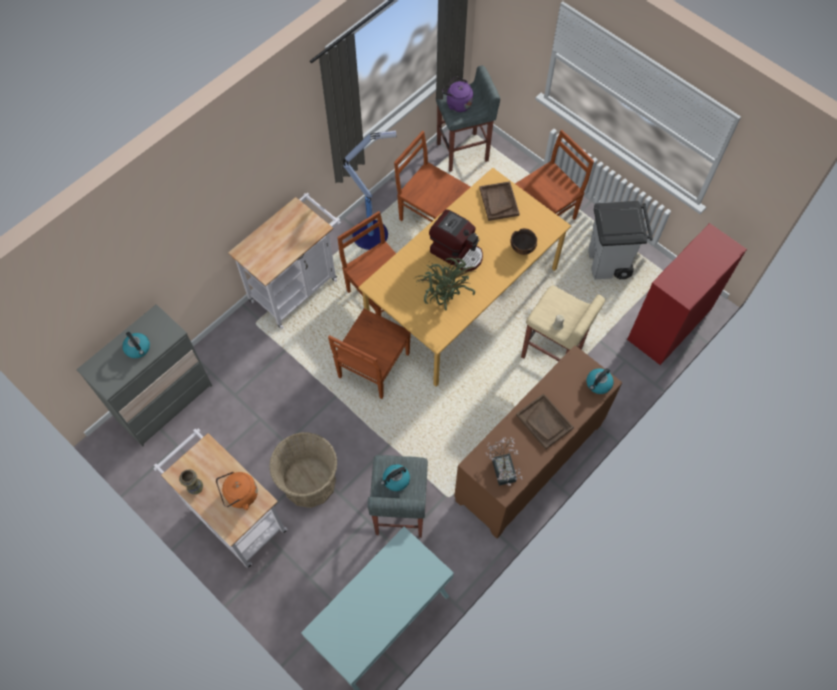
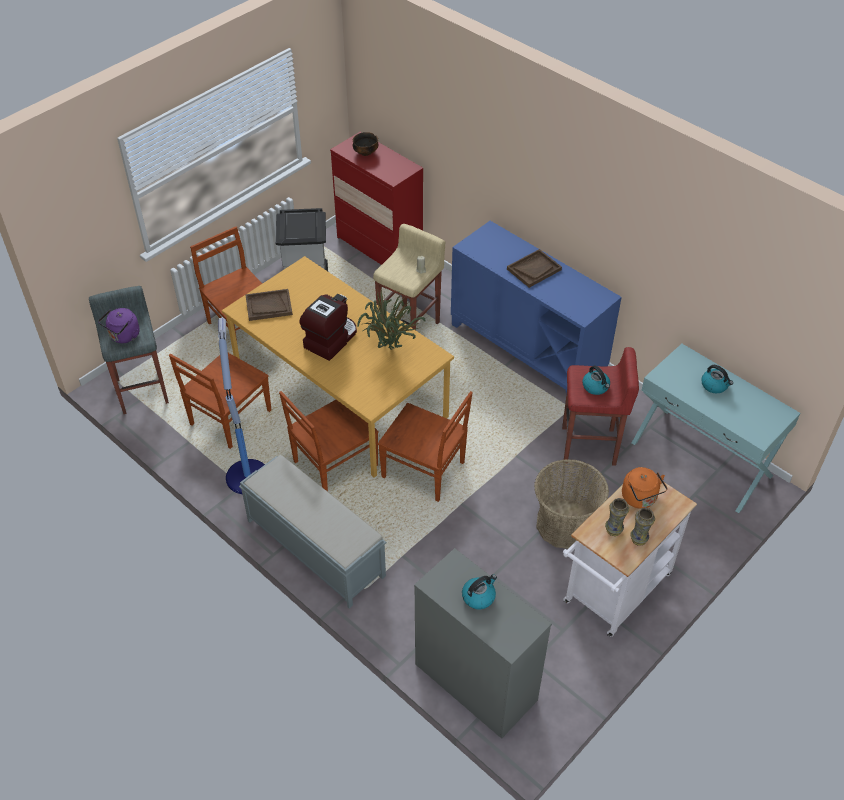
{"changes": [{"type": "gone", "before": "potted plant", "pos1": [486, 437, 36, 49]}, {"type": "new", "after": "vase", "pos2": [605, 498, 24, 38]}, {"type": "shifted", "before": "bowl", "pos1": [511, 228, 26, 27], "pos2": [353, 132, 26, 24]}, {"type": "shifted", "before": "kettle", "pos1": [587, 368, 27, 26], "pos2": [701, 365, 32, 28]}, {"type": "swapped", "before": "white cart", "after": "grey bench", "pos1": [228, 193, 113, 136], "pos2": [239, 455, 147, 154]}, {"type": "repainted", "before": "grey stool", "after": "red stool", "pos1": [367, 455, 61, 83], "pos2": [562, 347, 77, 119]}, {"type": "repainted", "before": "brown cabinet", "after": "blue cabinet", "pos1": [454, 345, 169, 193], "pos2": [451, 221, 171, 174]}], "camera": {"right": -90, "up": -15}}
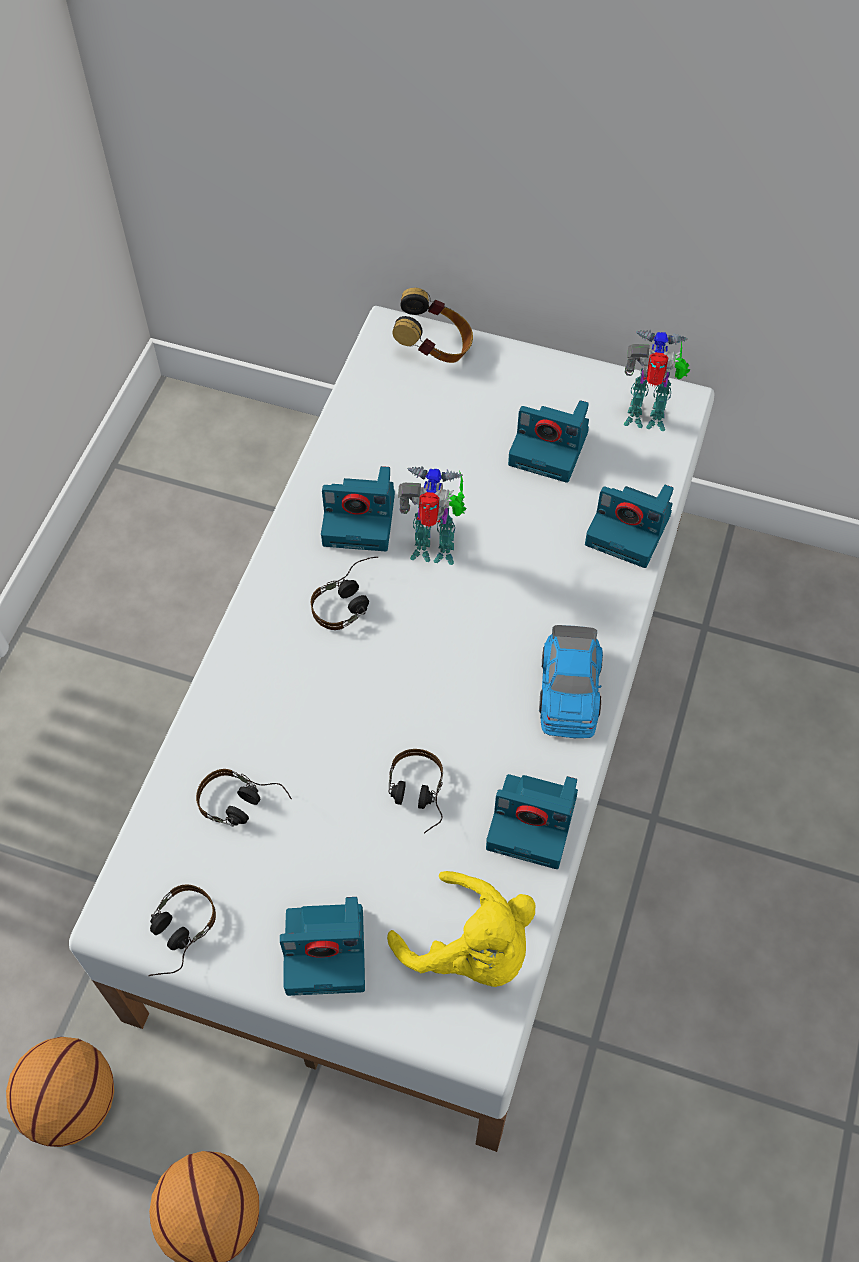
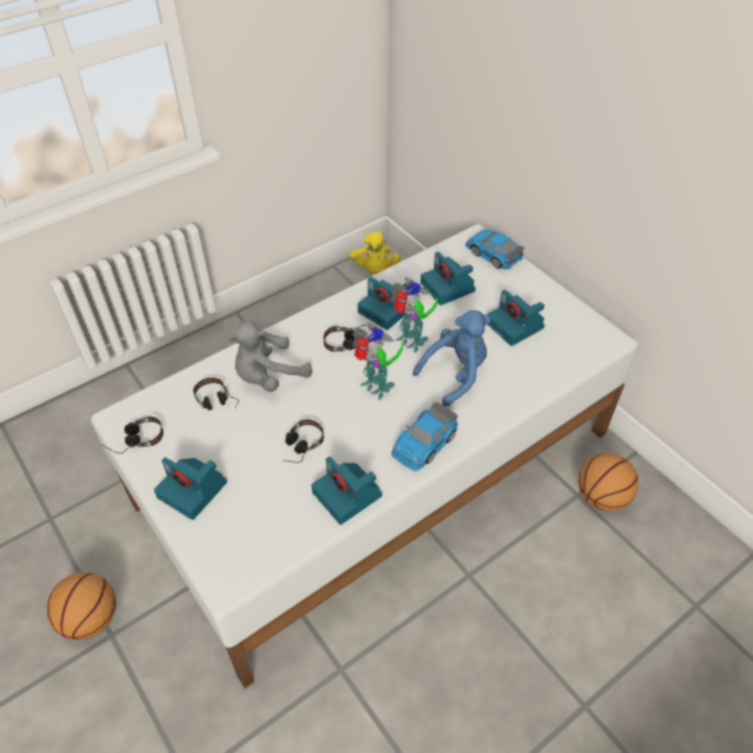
{"changes": [{"type": "new", "after": "grey plush toy", "pos2": [229, 320, 83, 72]}, {"type": "new", "after": "blue plush toy", "pos2": [413, 310, 78, 97]}, {"type": "shifted", "before": "basketball", "pos1": [6, 1037, 108, 110], "pos2": [578, 453, 61, 58]}, {"type": "shifted", "before": "yellow plush toy", "pos1": [387, 871, 149, 116], "pos2": [348, 231, 53, 43]}, {"type": "shifted", "before": "photo camera", "pos1": [585, 485, 89, 83], "pos2": [420, 252, 56, 53]}, {"type": "shifted", "before": "toy robot", "pos1": [624, 330, 66, 101], "pos2": [352, 322, 51, 78]}, {"type": "swapped", "before": "headphones", "after": "toy car", "pos1": [393, 288, 80, 75], "pos2": [465, 229, 59, 40]}], "camera": {"right": 35, "up": -10}}
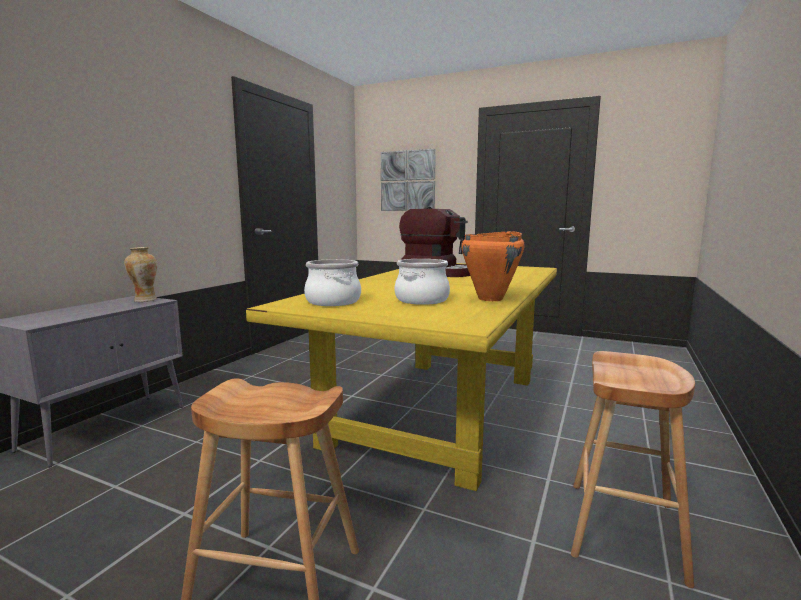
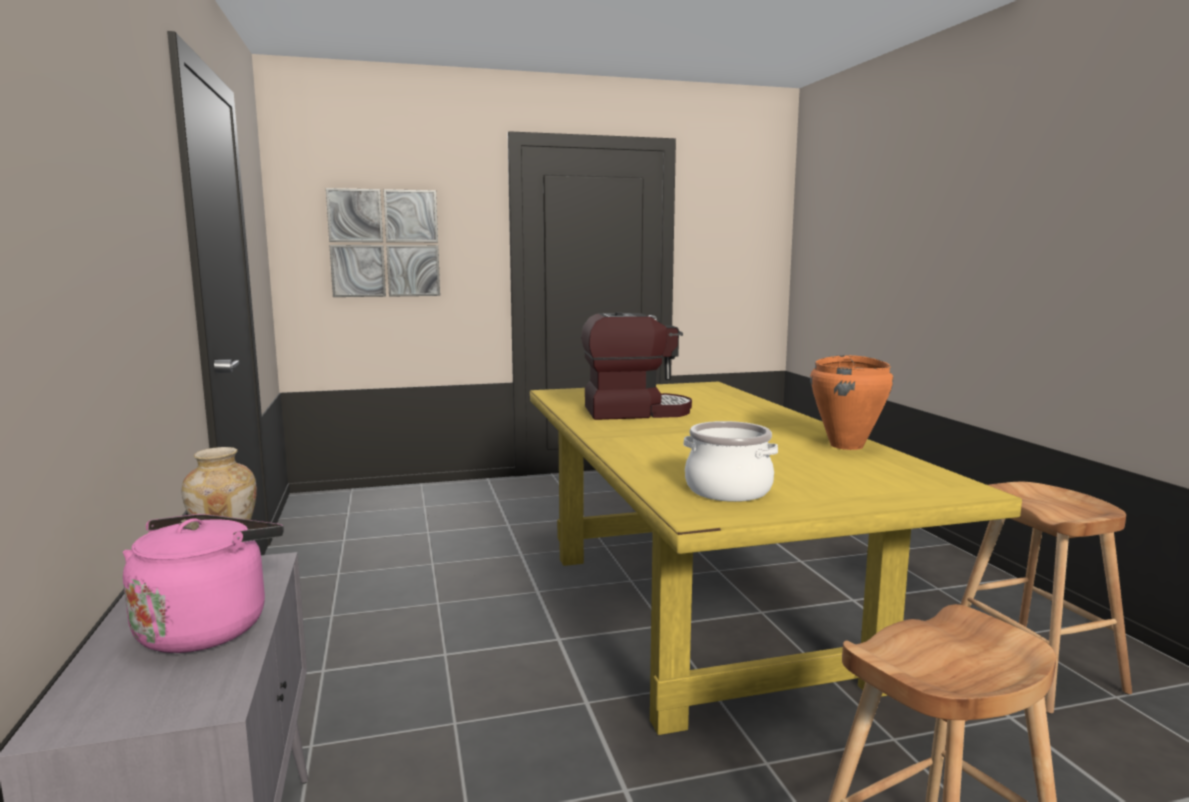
{"changes": [{"type": "gone", "before": "cooking pot", "pos1": [394, 259, 56, 46]}, {"type": "new", "after": "pink kettle", "pos2": [123, 514, 161, 139]}], "camera": {"right": -40, "up": 0}}
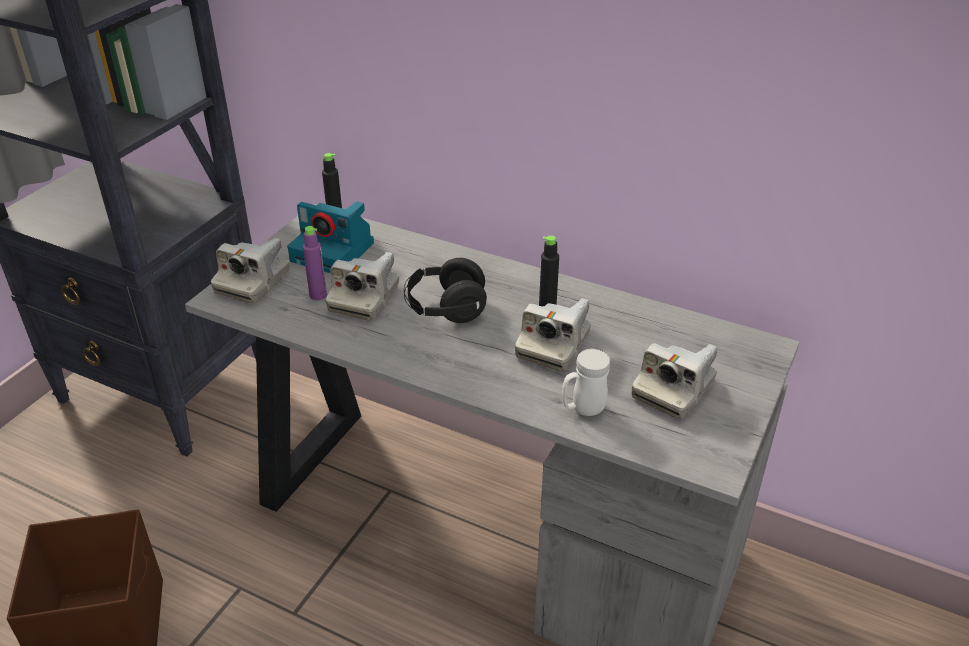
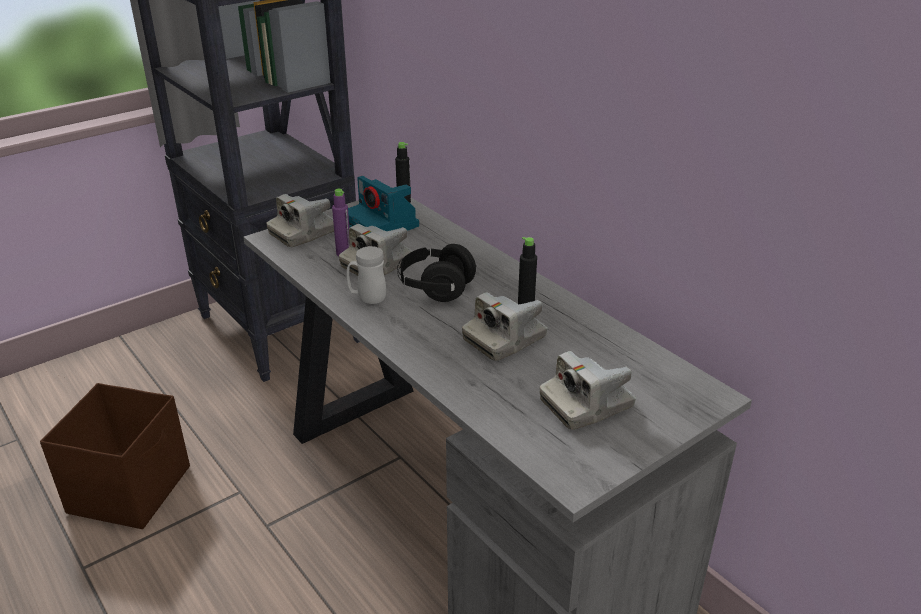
{"changes": [{"type": "shifted", "before": "white mug", "pos1": [562, 349, 48, 67], "pos2": [347, 246, 39, 58]}], "camera": {"right": 25, "up": -5}}
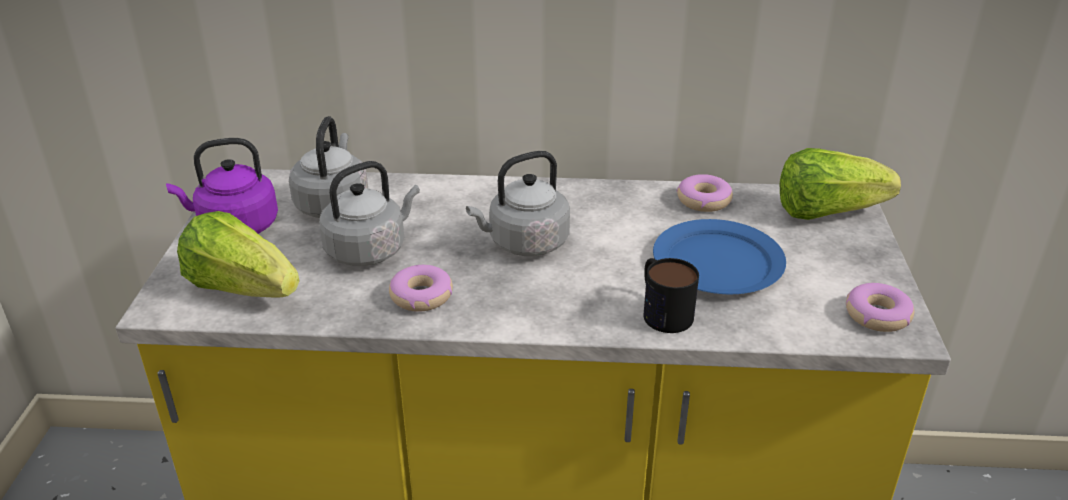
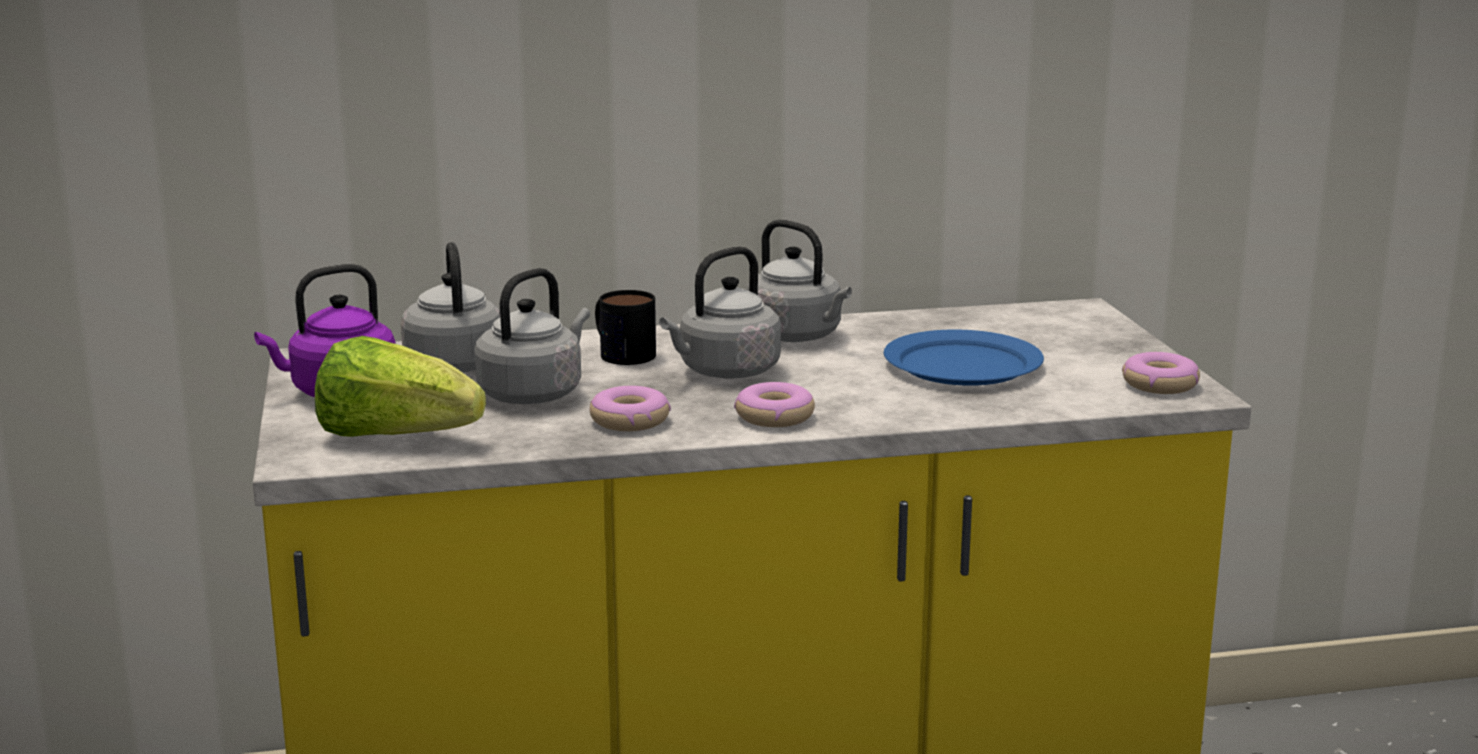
{"changes": [{"type": "gone", "before": "lettuce", "pos1": [780, 148, 121, 72]}, {"type": "new", "after": "grey kettle", "pos2": [746, 220, 106, 122]}, {"type": "shifted", "before": "mug", "pos1": [644, 258, 55, 75], "pos2": [595, 290, 61, 75]}, {"type": "shifted", "before": "donut", "pos1": [677, 174, 56, 38], "pos2": [734, 382, 81, 45]}], "camera": {"right": -15, "up": -15}}
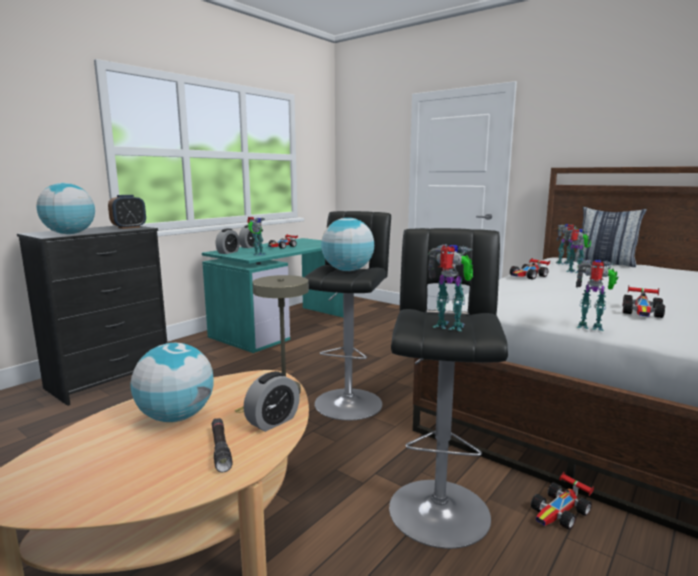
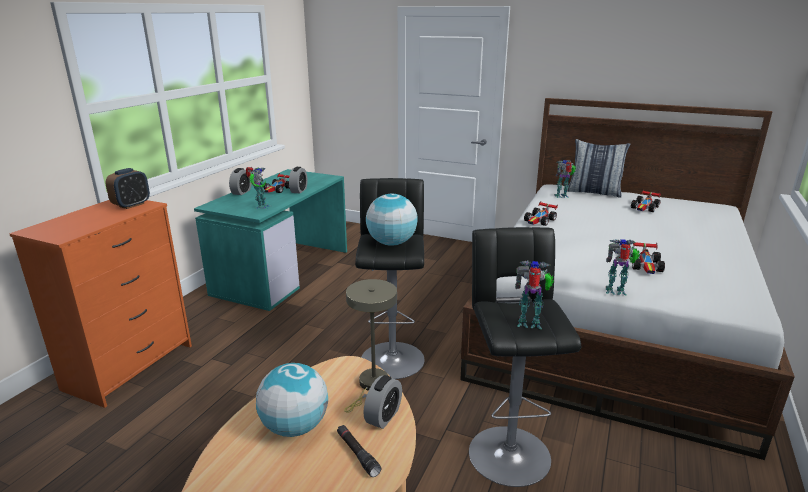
{"changes": [{"type": "gone", "before": "globe", "pos1": [36, 183, 59, 51]}, {"type": "gone", "before": "toy robot", "pos1": [565, 229, 26, 44]}, {"type": "shifted", "before": "alarm clock", "pos1": [216, 229, 24, 25], "pos2": [289, 167, 18, 26]}, {"type": "shifted", "before": "toy car", "pos1": [531, 472, 63, 58], "pos2": [631, 190, 30, 22]}, {"type": "repainted", "before": "black dresser", "after": "orange dresser", "pos1": [17, 226, 150, 180], "pos2": [10, 200, 182, 208]}], "camera": {"right": -15, "up": 10}}
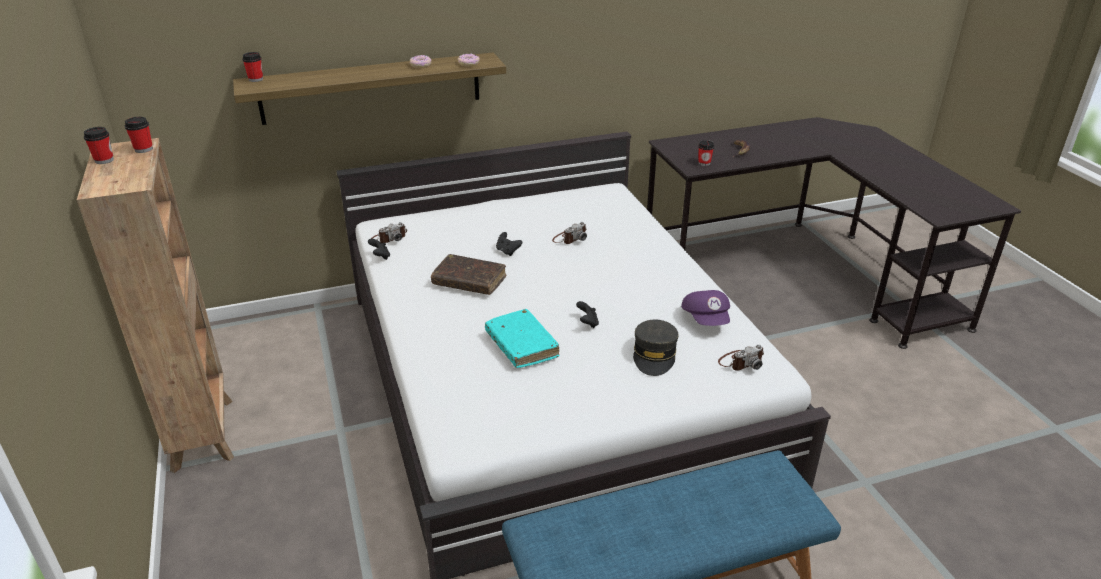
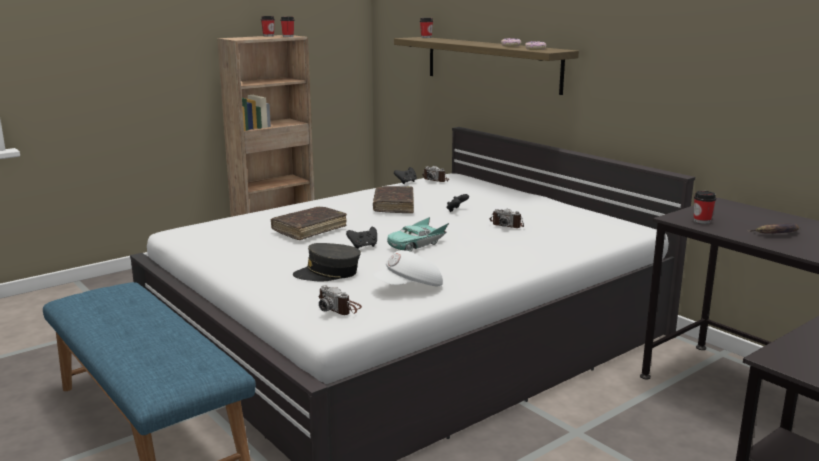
{"changes": [{"type": "new", "after": "turquoise toy car", "pos2": [387, 217, 62, 35]}, {"type": "repainted", "before": "turquoise book", "after": "brown book", "pos1": [485, 309, 74, 59], "pos2": [271, 207, 76, 33]}, {"type": "repainted", "before": "purple cap", "after": "white cap", "pos1": [681, 290, 49, 36], "pos2": [373, 250, 70, 36]}], "camera": {"right": 70, "up": -15}}
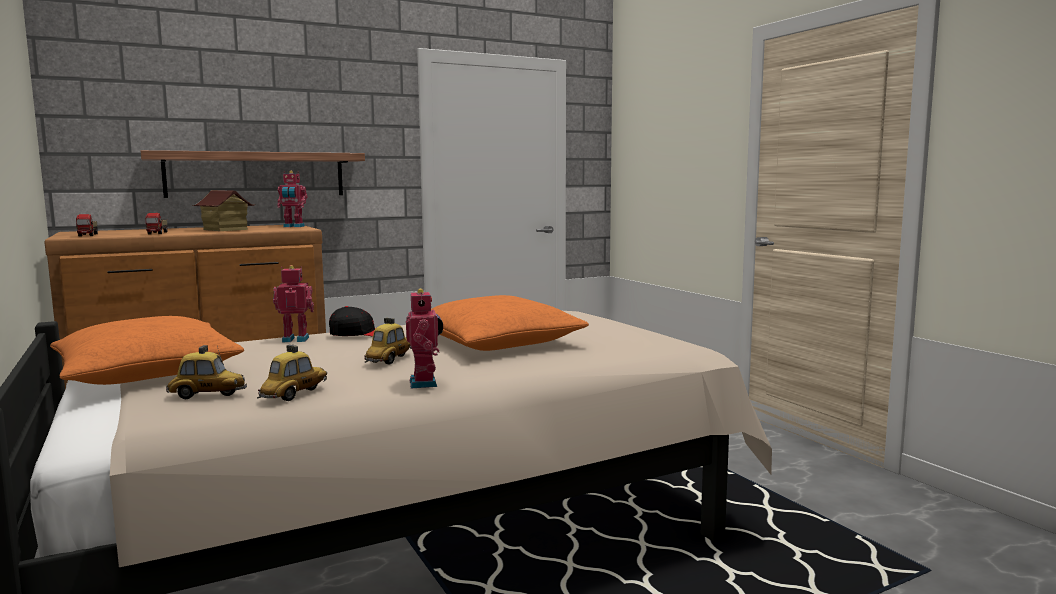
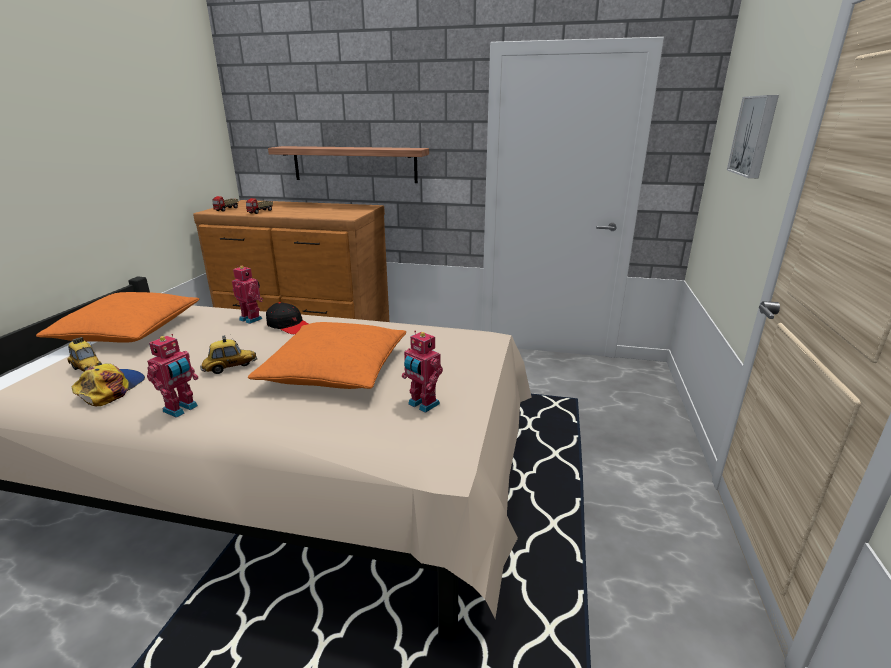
{"changes": [{"type": "gone", "before": "toy house", "pos1": [193, 190, 63, 41]}, {"type": "new", "after": "picture", "pos2": [727, 95, 52, 83]}, {"type": "shifted", "before": "toy robot", "pos1": [277, 171, 30, 56], "pos2": [402, 331, 41, 82]}, {"type": "swapped", "before": "toy car", "after": "cap", "pos1": [257, 345, 70, 56], "pos2": [72, 363, 73, 43]}], "camera": {"right": 40, "up": 15}}
